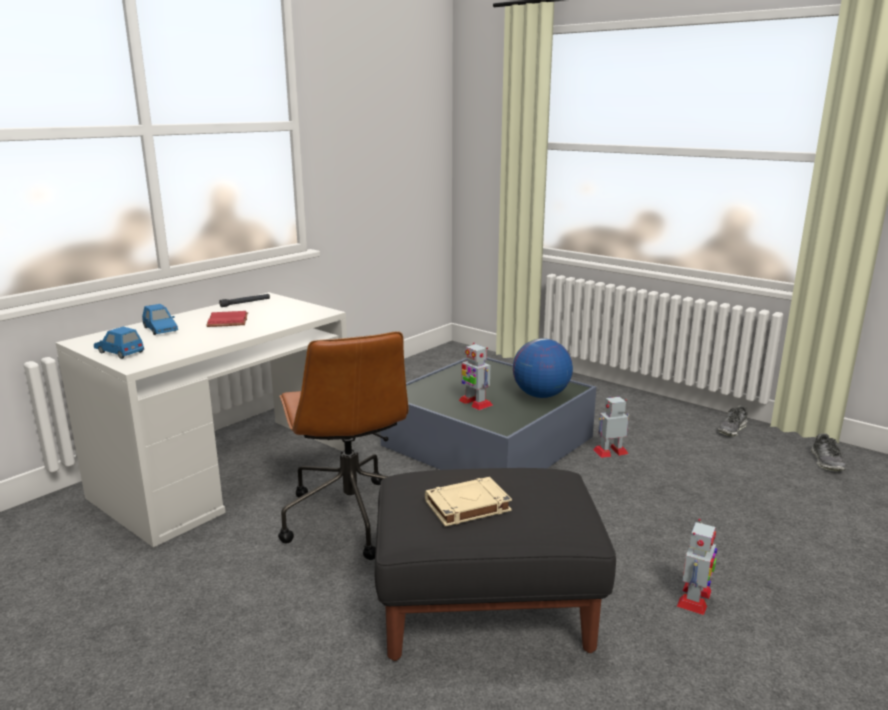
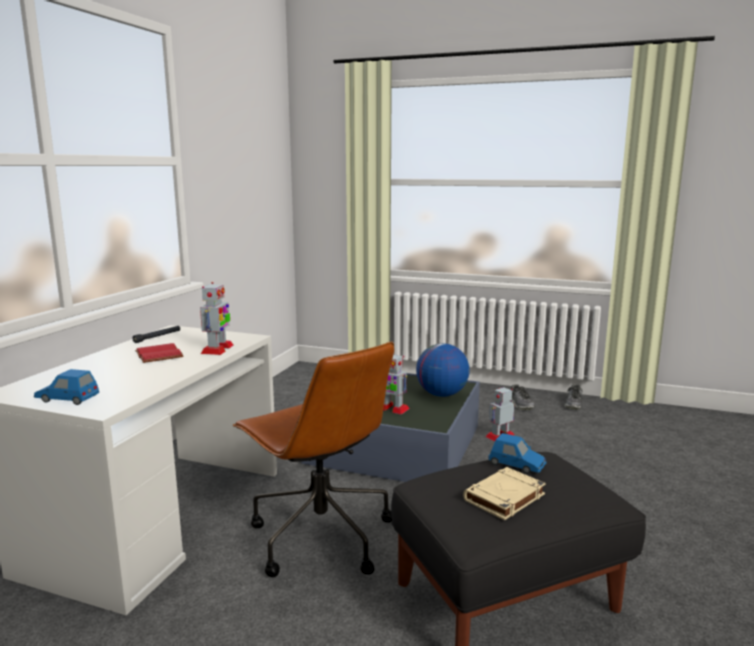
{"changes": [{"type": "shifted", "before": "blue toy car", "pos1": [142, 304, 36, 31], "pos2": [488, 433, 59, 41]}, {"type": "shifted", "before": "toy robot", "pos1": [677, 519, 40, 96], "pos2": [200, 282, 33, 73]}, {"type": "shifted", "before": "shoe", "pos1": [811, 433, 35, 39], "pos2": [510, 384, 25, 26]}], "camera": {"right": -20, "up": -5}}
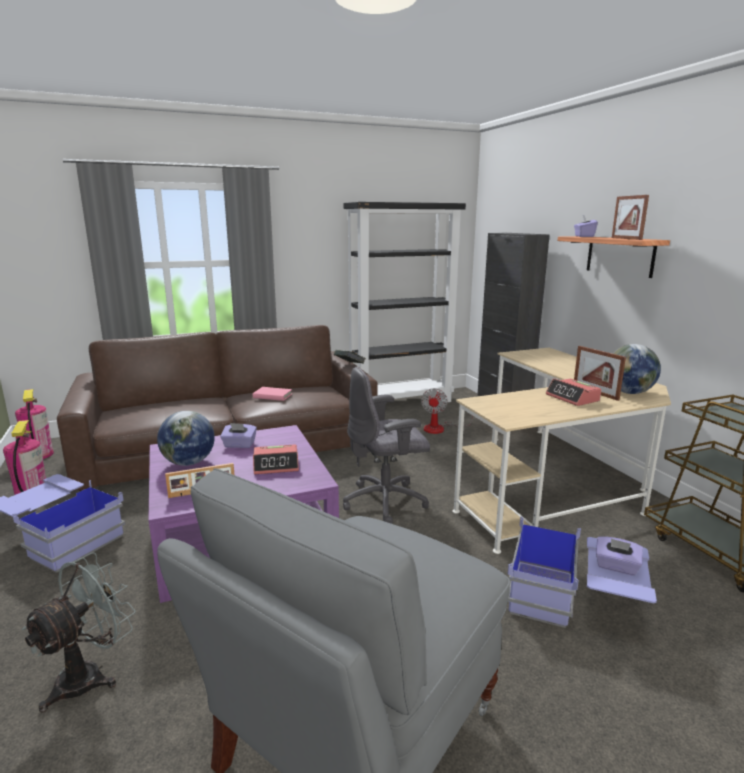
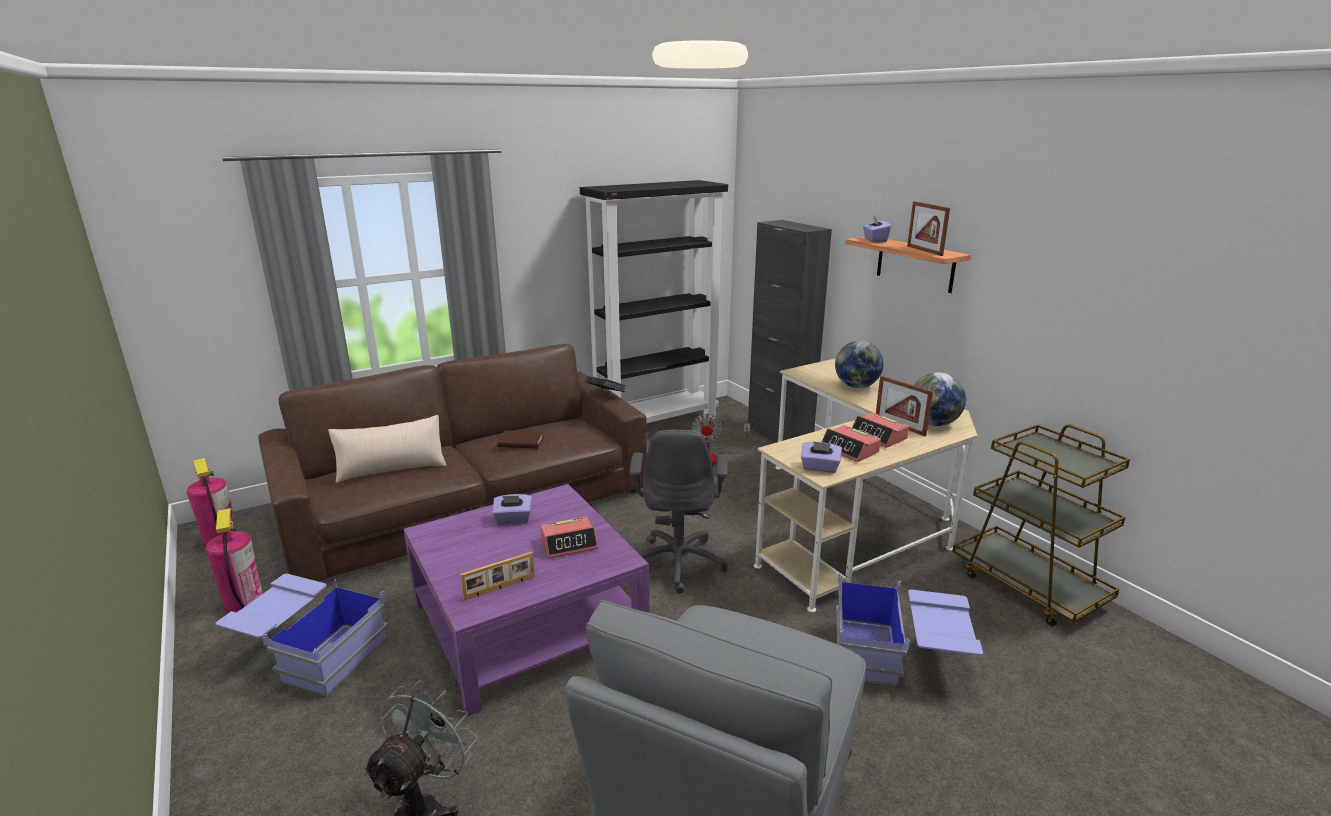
{"changes": [{"type": "new", "after": "beige pillow", "pos2": [328, 415, 118, 68]}, {"type": "new", "after": "alarm clock", "pos2": [822, 425, 59, 37]}, {"type": "shifted", "before": "globe", "pos1": [157, 411, 58, 55], "pos2": [835, 341, 48, 47]}, {"type": "shifted", "before": "purple tissue box", "pos1": [596, 536, 47, 40], "pos2": [801, 441, 41, 32]}, {"type": "repainted", "before": "pink book", "after": "brown book", "pos1": [253, 387, 39, 14], "pos2": [498, 431, 46, 18]}, {"type": "rotated", "before": "grey office chair", "pos1": [343, 367, 87, 157], "pos2": [630, 430, 98, 163], "turn": -60}], "camera": {"right": -10, "up": 5}}
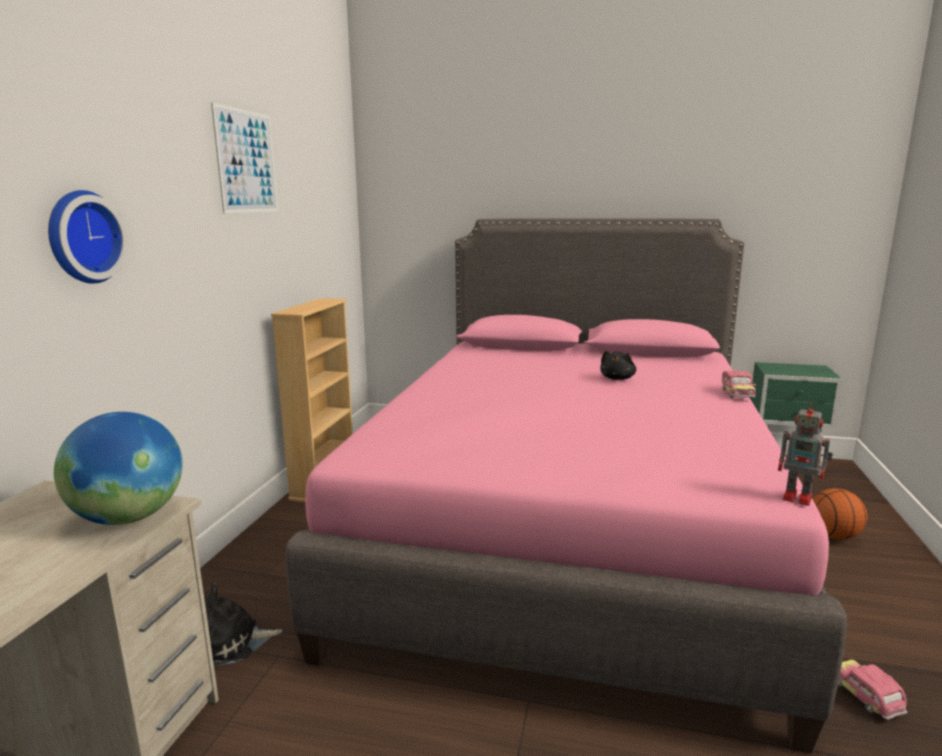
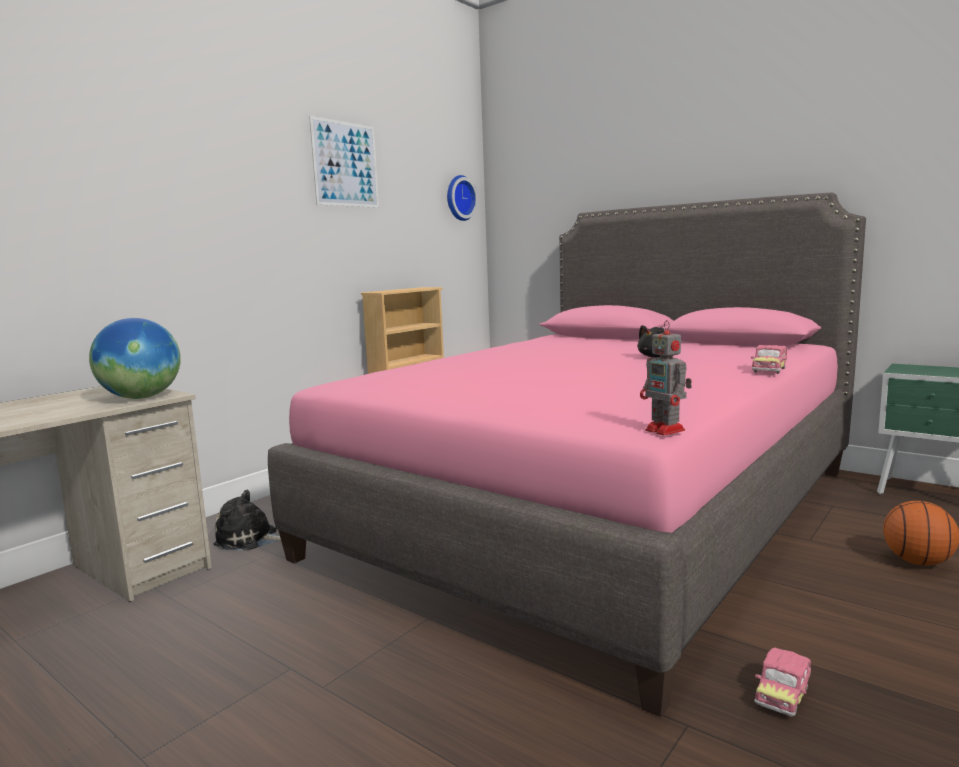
{"changes": [{"type": "shifted", "before": "wall clock", "pos1": [48, 190, 80, 94], "pos2": [447, 175, 31, 46]}, {"type": "rotated", "before": "toy car", "pos1": [838, 660, 70, 60], "pos2": [754, 648, 57, 68], "turn": -150}], "camera": {"right": 25, "up": -5}}
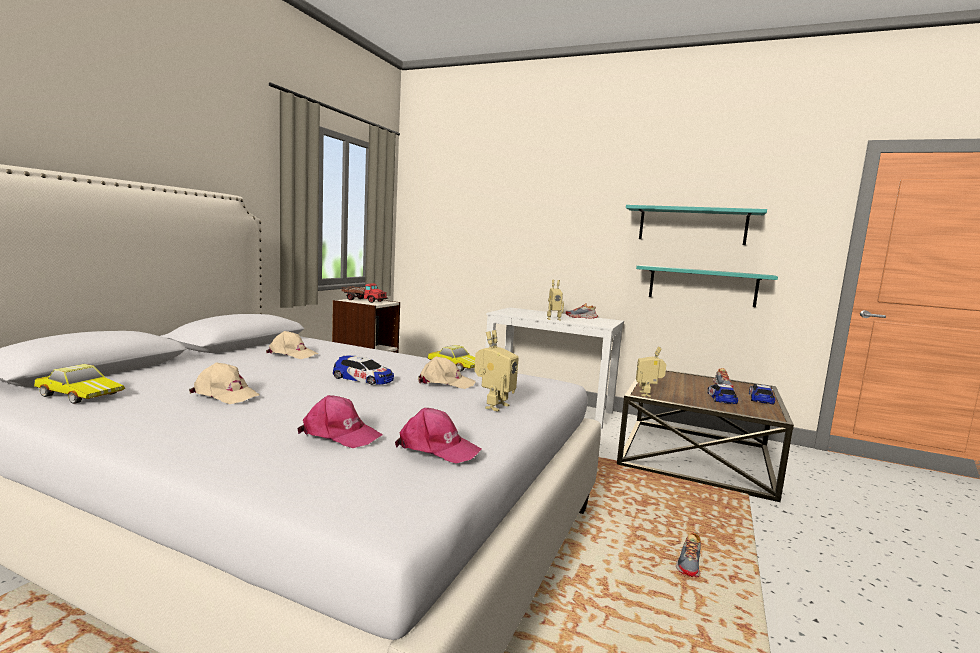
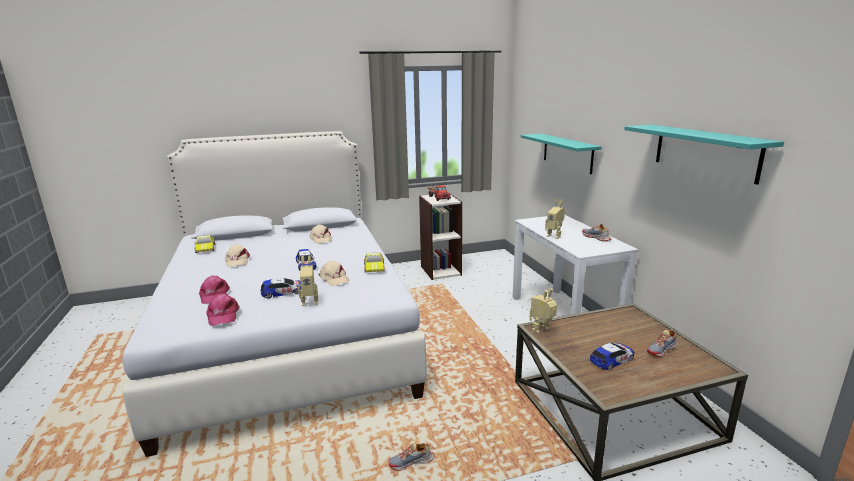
{"changes": [{"type": "shifted", "before": "turquoise shelf", "pos1": [636, 265, 142, 42], "pos2": [521, 134, 80, 40]}, {"type": "shifted", "before": "toy car", "pos1": [749, 384, 26, 20], "pos2": [261, 278, 40, 21]}], "camera": {"right": 50, "up": 10}}
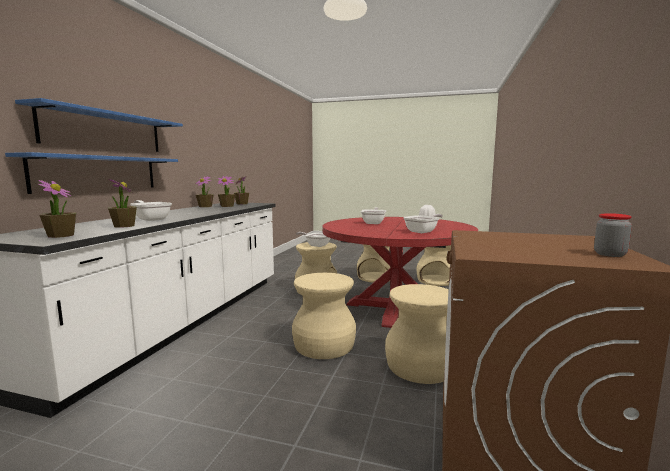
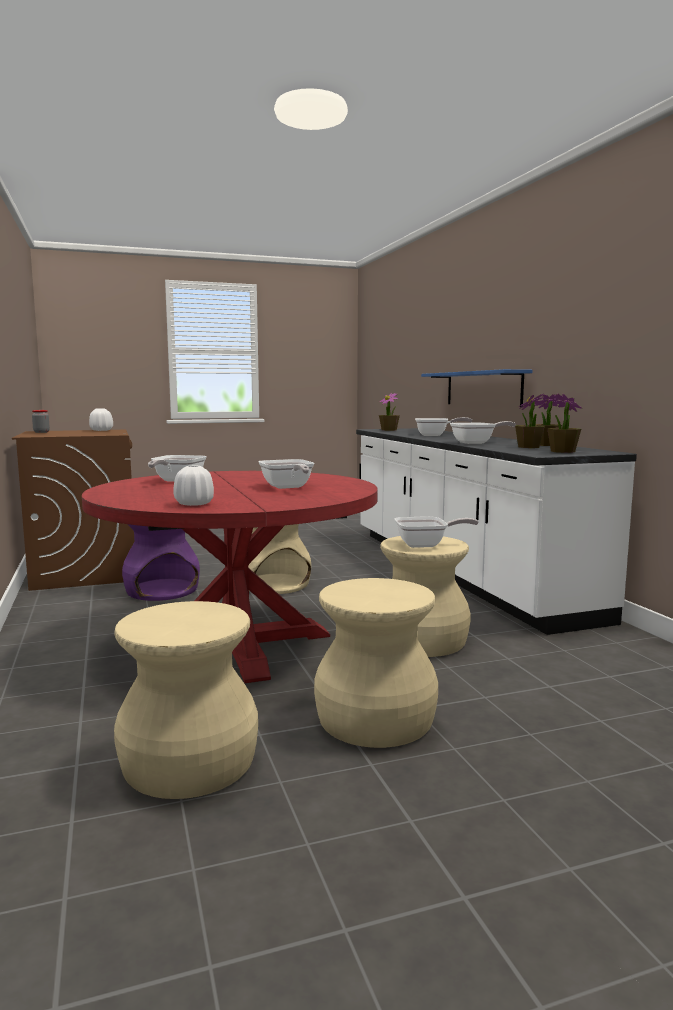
{"changes": [{"type": "gone", "before": "blue shelf", "pos1": [15, 98, 168, 54]}, {"type": "gone", "before": "potted plant", "pos1": [108, 179, 29, 49]}, {"type": "new", "after": "white vase", "pos2": [89, 408, 24, 23]}, {"type": "new", "after": "frying pan", "pos2": [450, 421, 66, 23]}, {"type": "repainted", "before": "beige stool", "after": "purple stool", "pos1": [385, 284, 64, 100], "pos2": [122, 524, 78, 77]}], "camera": {"right": 145, "up": 0}}
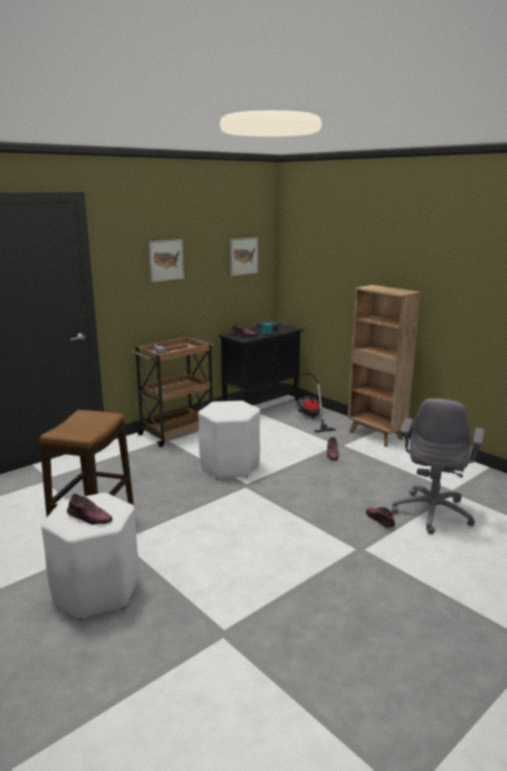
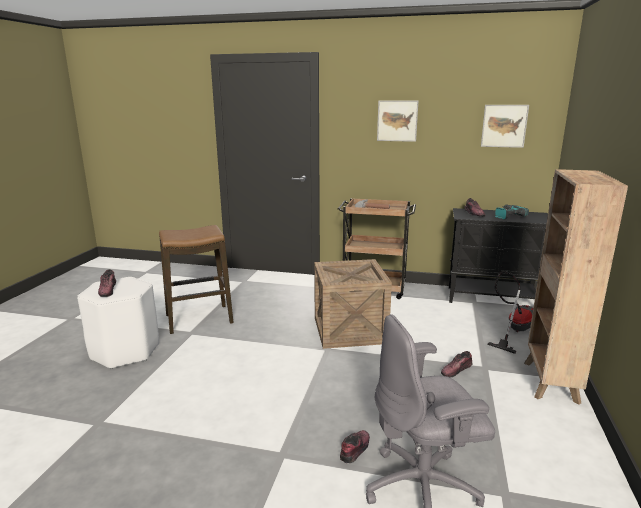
{"changes": [{"type": "swapped", "before": "white stool", "after": "crate", "pos1": [198, 401, 62, 78], "pos2": [314, 259, 78, 90]}], "camera": {"right": 55, "up": 0}}
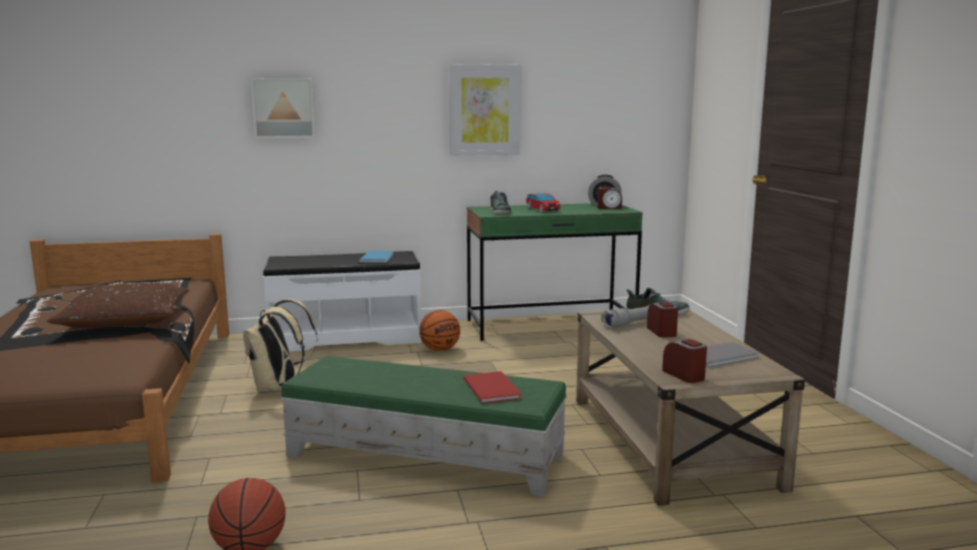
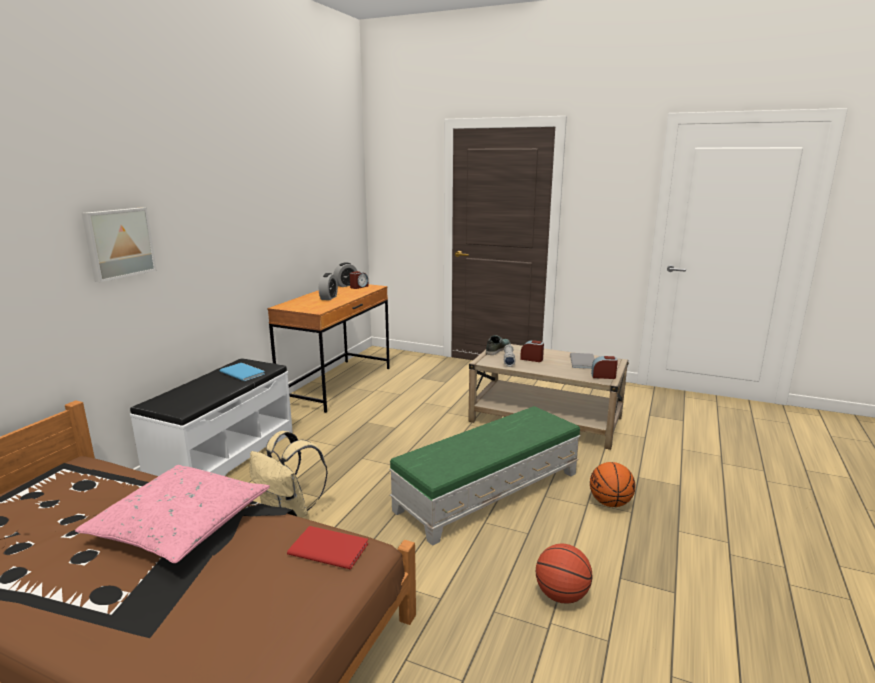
{"changes": [{"type": "gone", "before": "picture", "pos1": [448, 64, 73, 92]}, {"type": "gone", "before": "shoe", "pos1": [490, 191, 21, 23]}, {"type": "shifted", "before": "basketball", "pos1": [419, 310, 41, 41], "pos2": [590, 462, 45, 45]}, {"type": "shifted", "before": "red book", "pos1": [463, 371, 59, 32], "pos2": [287, 526, 81, 43]}, {"type": "swapped", "before": "toy car", "after": "alarm clock", "pos1": [526, 193, 34, 19], "pos2": [319, 273, 19, 27]}, {"type": "repainted", "before": "brown pillow", "after": "pink pillow", "pos1": [47, 283, 142, 45], "pos2": [75, 465, 195, 98]}, {"type": "repainted", "before": "green desk", "after": "brown desk", "pos1": [467, 203, 176, 138], "pos2": [267, 284, 123, 129]}], "camera": {"right": -55, "up": 5}}
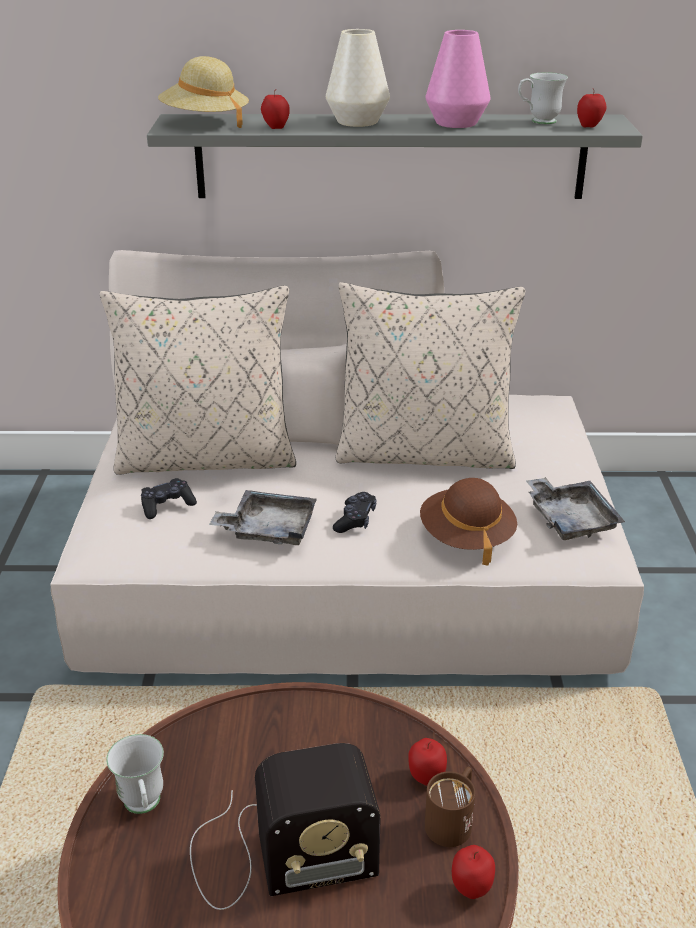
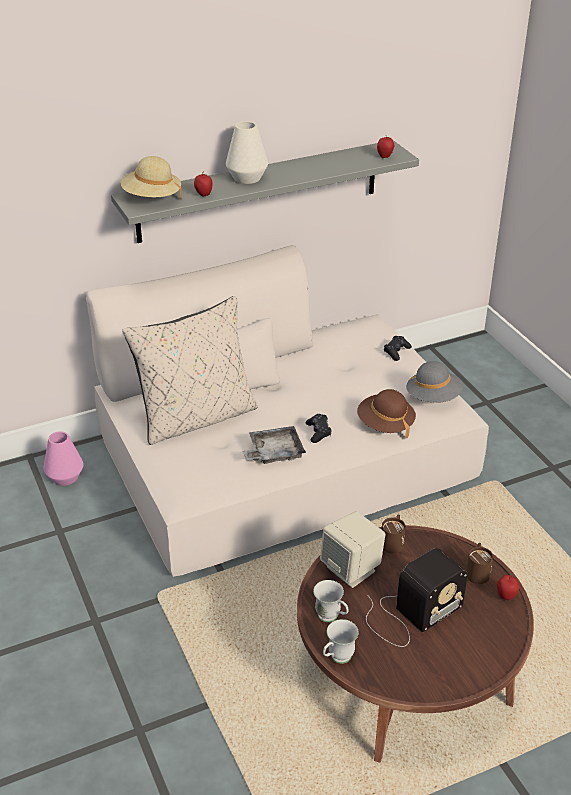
{"changes": [{"type": "gone", "before": "beige pillow", "pos1": [336, 282, 190, 187]}, {"type": "gone", "before": "apple", "pos1": [408, 738, 39, 48]}, {"type": "new", "after": "beige speaker", "pos2": [320, 511, 66, 77]}, {"type": "new", "after": "brown mug", "pos2": [382, 515, 24, 39]}, {"type": "shifted", "before": "black game controller", "pos1": [141, 478, 56, 41], "pos2": [384, 336, 28, 25]}, {"type": "shifted", "before": "pink vase", "pos1": [425, 30, 66, 98], "pos2": [43, 431, 41, 55]}, {"type": "shifted", "before": "white mug", "pos1": [518, 72, 50, 52], "pos2": [323, 619, 36, 45]}, {"type": "swapped", "before": "grey tray", "after": "grey hat", "pos1": [526, 477, 99, 63], "pos2": [406, 361, 57, 42]}], "camera": {"right": -25, "up": 5}}
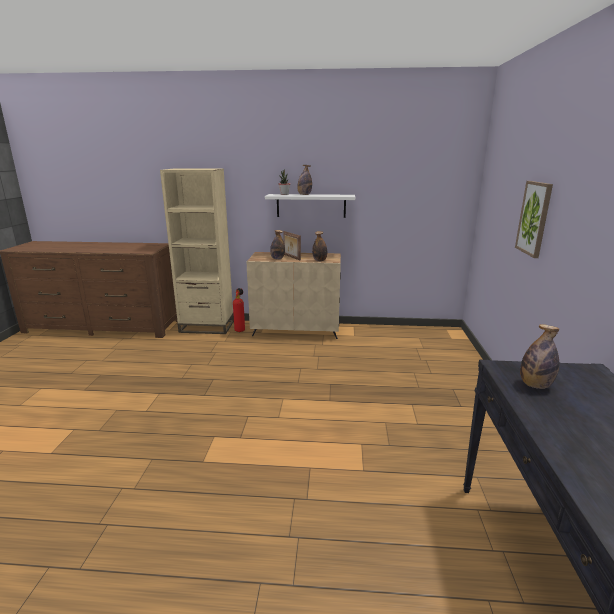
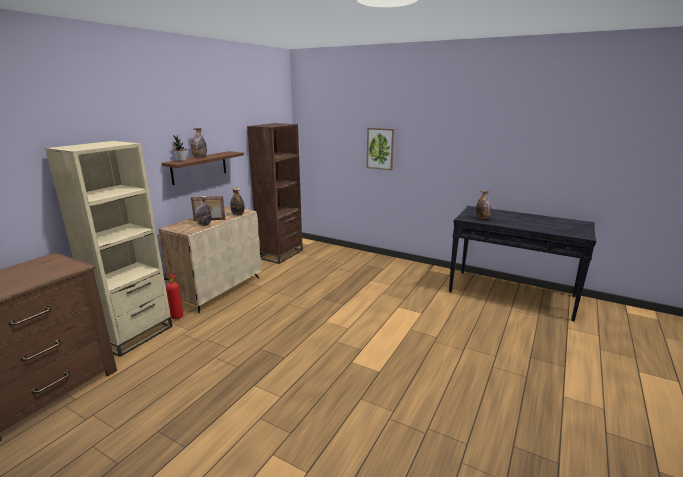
{"changes": [{"type": "new", "after": "brown bookcase", "pos2": [247, 123, 56, 141]}, {"type": "repainted", "before": "white shelf", "after": "brown shelf", "pos1": [265, 194, 90, 24], "pos2": [161, 151, 83, 34]}], "camera": {"right": -65, "up": 0}}
